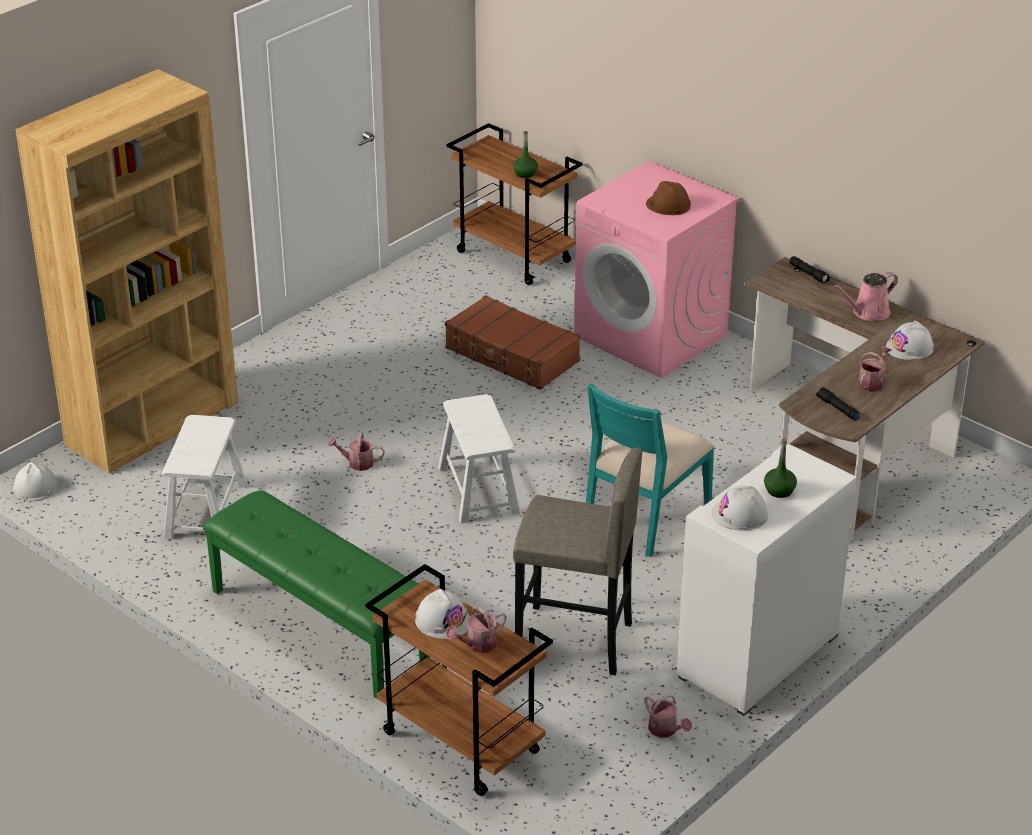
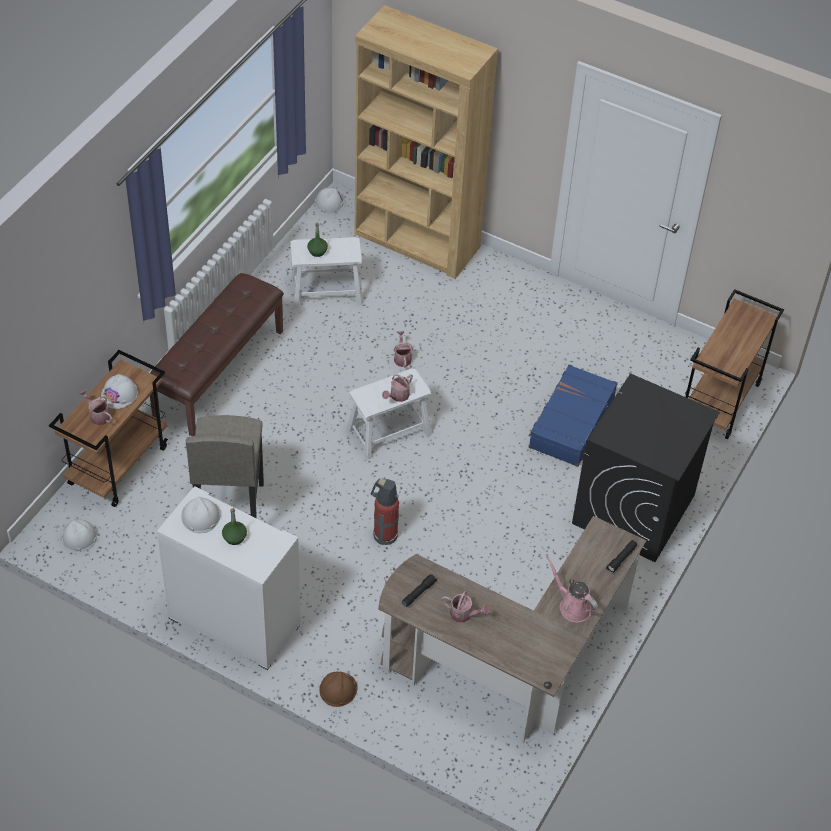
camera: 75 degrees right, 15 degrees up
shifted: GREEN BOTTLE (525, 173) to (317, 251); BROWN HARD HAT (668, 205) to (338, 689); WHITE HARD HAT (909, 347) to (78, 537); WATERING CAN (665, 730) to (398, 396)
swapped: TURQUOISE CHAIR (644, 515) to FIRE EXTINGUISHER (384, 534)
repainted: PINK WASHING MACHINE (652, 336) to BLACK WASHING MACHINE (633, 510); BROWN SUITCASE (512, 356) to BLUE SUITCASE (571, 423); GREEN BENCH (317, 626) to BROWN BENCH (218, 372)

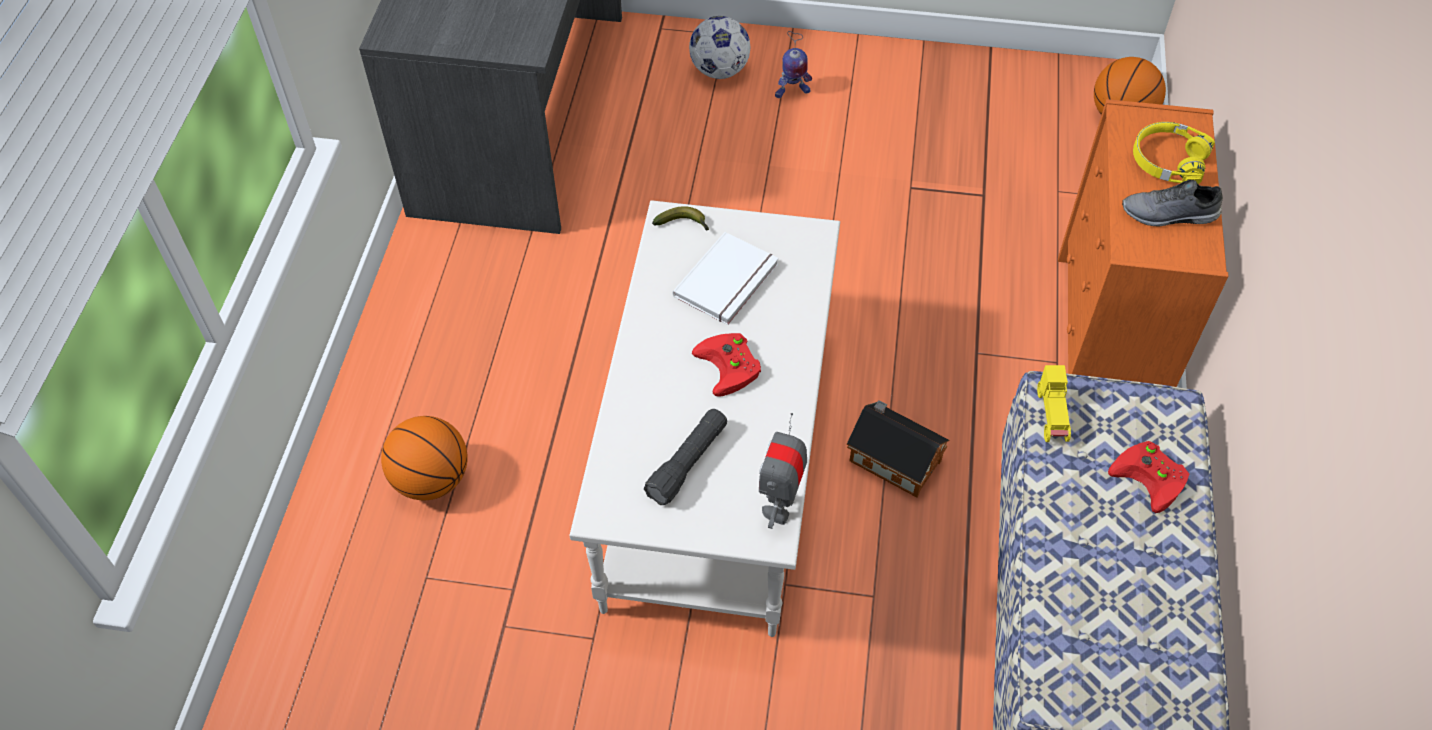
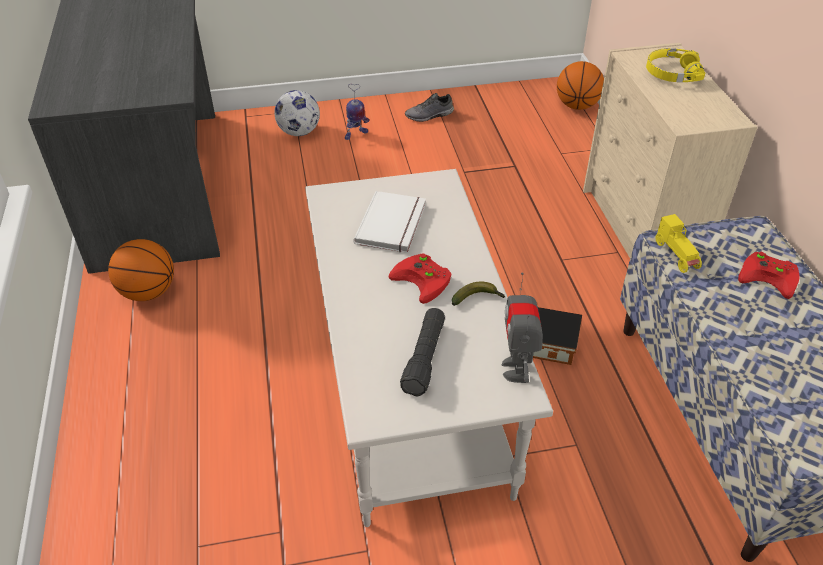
camera: 20 degrees left, 10 degrees down
shifted: GREY SHOE (1169, 215) to (429, 116); BANANA (684, 224) to (478, 298); BASKETBALL (431, 479) to (148, 292)
repainted: ORANGE DRESSER (1105, 340) to BEIGE DRESSER (641, 231)

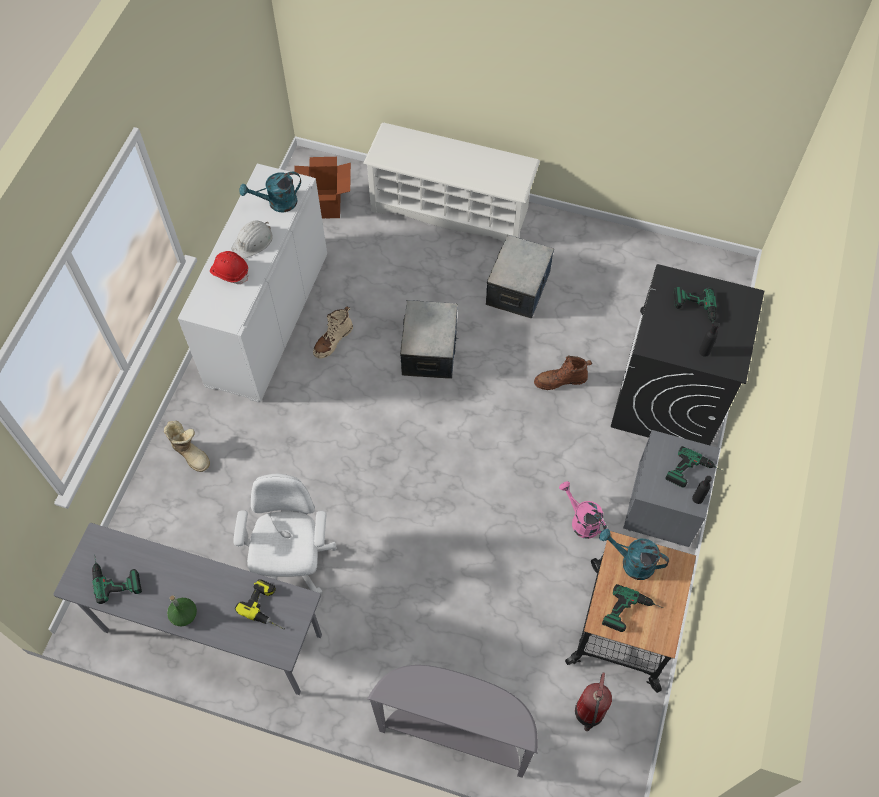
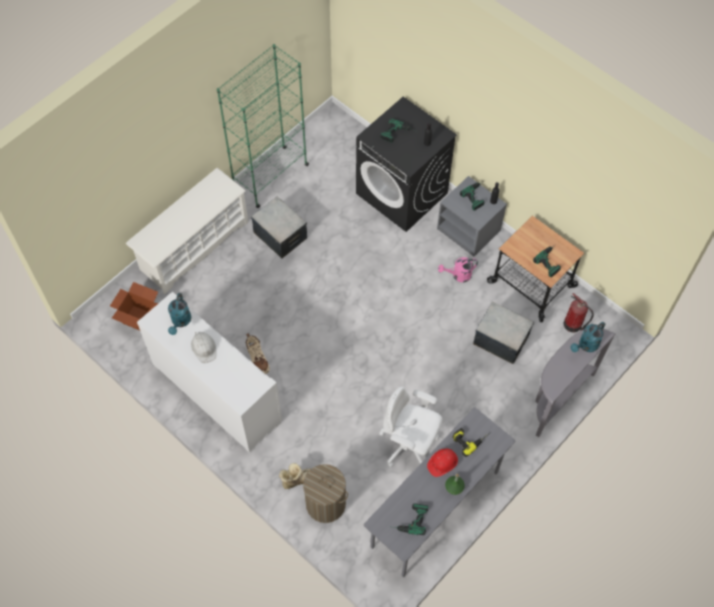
camera: 65 degrees left, 0 degrees up
gone: BROWN BOOT (560, 380)
new: GREEN BOOKCASE (270, 177); LAUNDRY BASKET (325, 503)
shifted: RED HARD HAT (230, 272) to (442, 464); STORAGE BOX (430, 351) to (501, 339); TURQUOISE WATERING CAN (631, 562) to (586, 345)

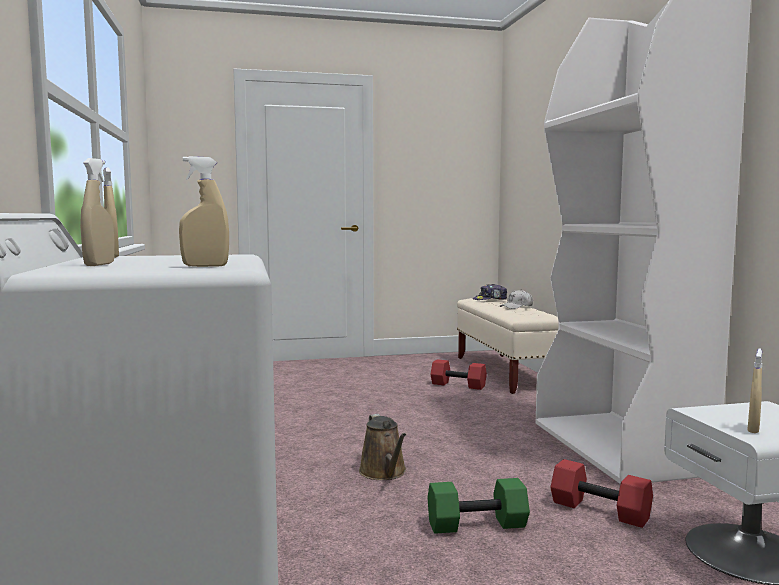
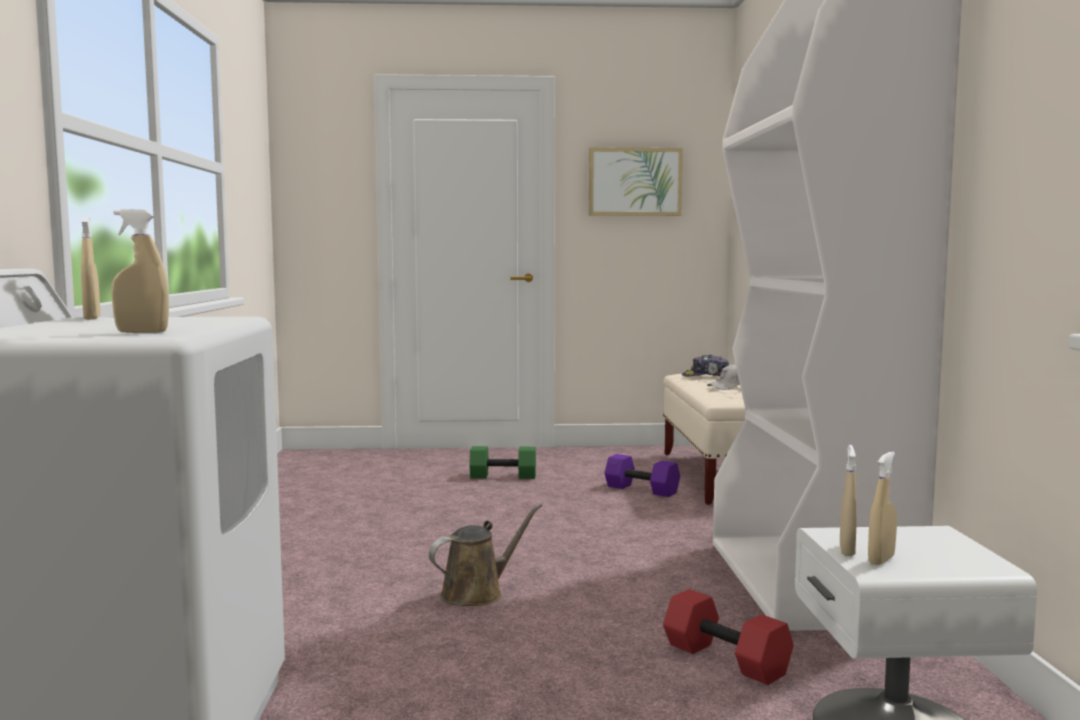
camera: 10 degrees right, 0 degrees up
new: PICTURE (635, 182)
shifted: BEIGE SPRAY BOTTLE (99, 264) to (847, 550); GREEN DUMBBELL (477, 524) to (504, 476)
repainted: RED DUMBBELL (459, 385) to PURPLE DUMBBELL (643, 489)
rotated: BROWN WATERING CAN (384, 472) = (477, 593) 120 degrees counterclockwise

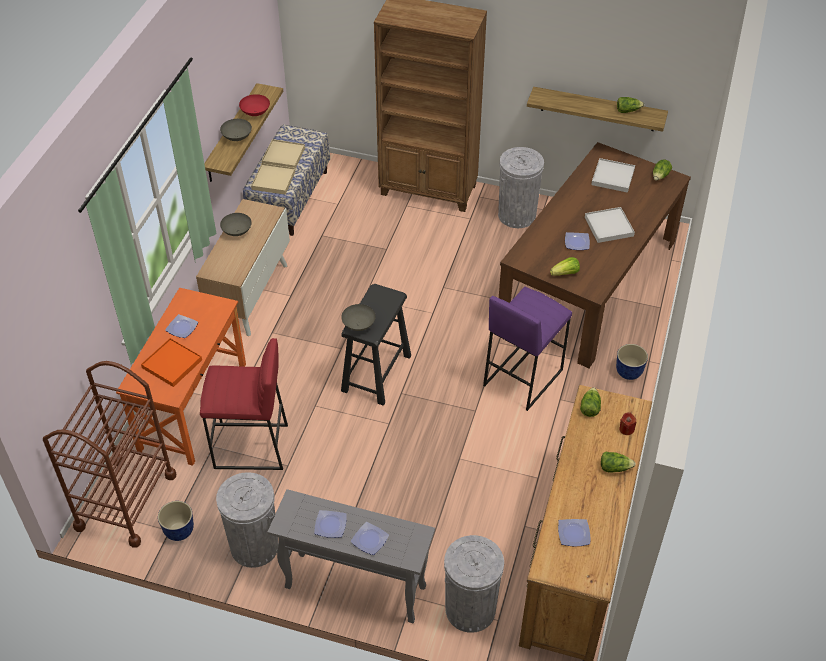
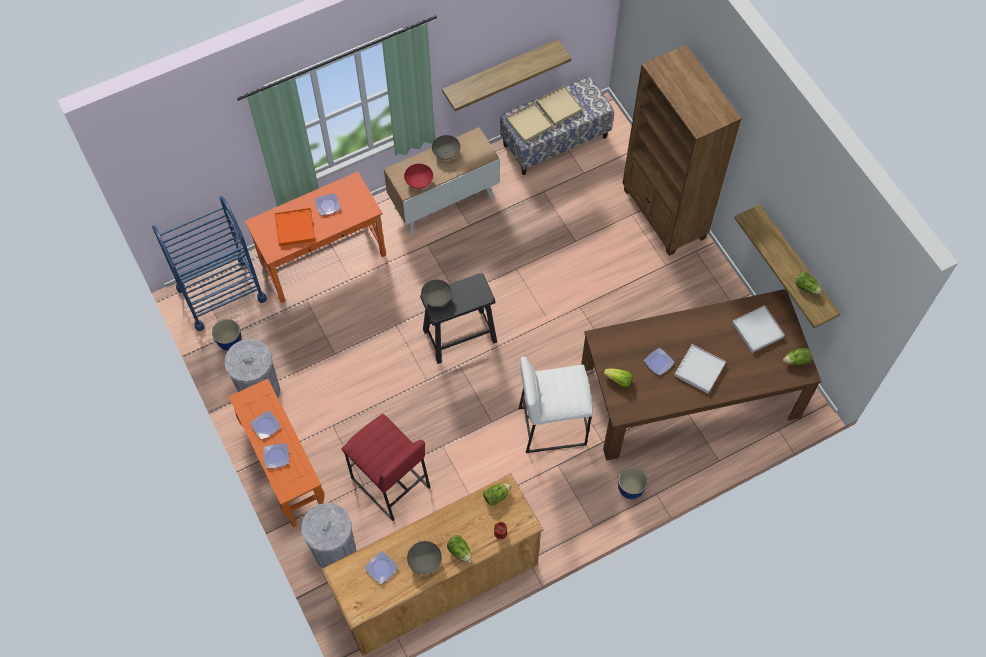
camera: 45 degrees right, 15 degrees up
gone: GREY TRASH CAN (517, 215)
shifted: RED BOWL (255, 113) to (419, 182); GREY BOWL (236, 137) to (424, 561); RED STOOL (251, 447) to (390, 483)
repainted: PURPLE STOOL (522, 377) to WHITE STOOL (552, 425); BROWN CART (126, 501) to BLUE CART (221, 294); GREY CONSOLE TABLE (354, 587) to ORANGE CONSOLE TABLE (286, 472)

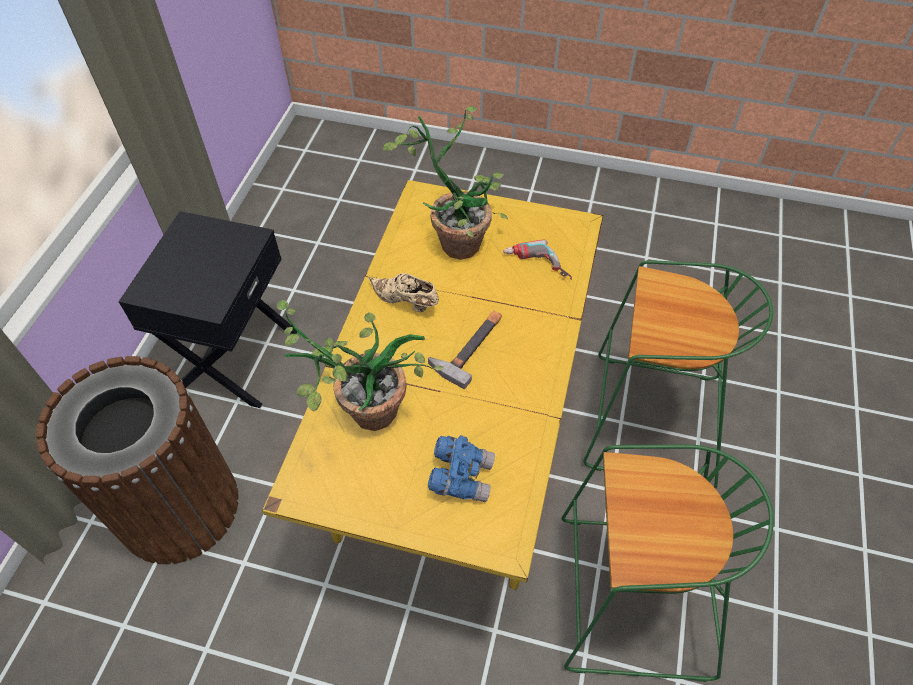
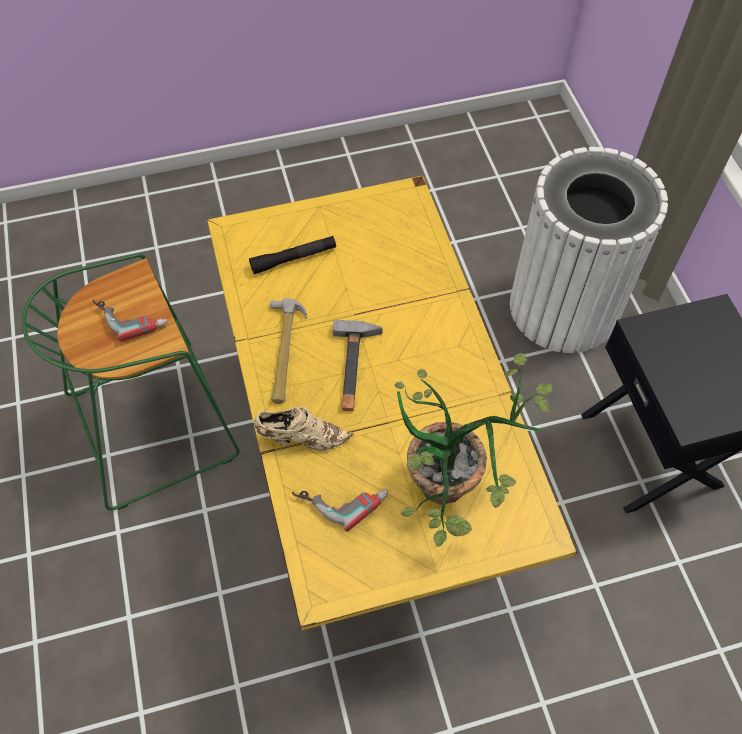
camera: 150 degrees right, 5 degrees up
gone: GREEN STOOL (648, 422); POTTED PLANT (361, 411)
new: HAMMER (284, 352); POWER DRILL (131, 315)
shifted: BEIGE SHOE (406, 302) to (301, 437)
swapped: BLUE BINOCULARS (461, 476) to BLACK FLASHLIGHT (293, 258)
repainted: BROWN TRASH CAN (179, 506) to WHITE TRASH CAN (564, 307)

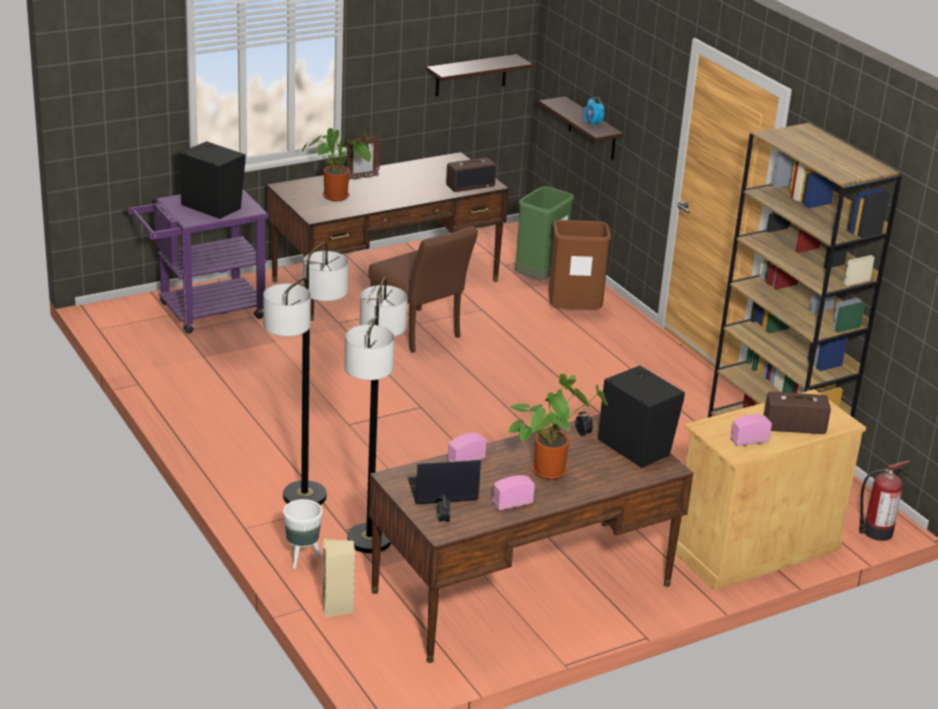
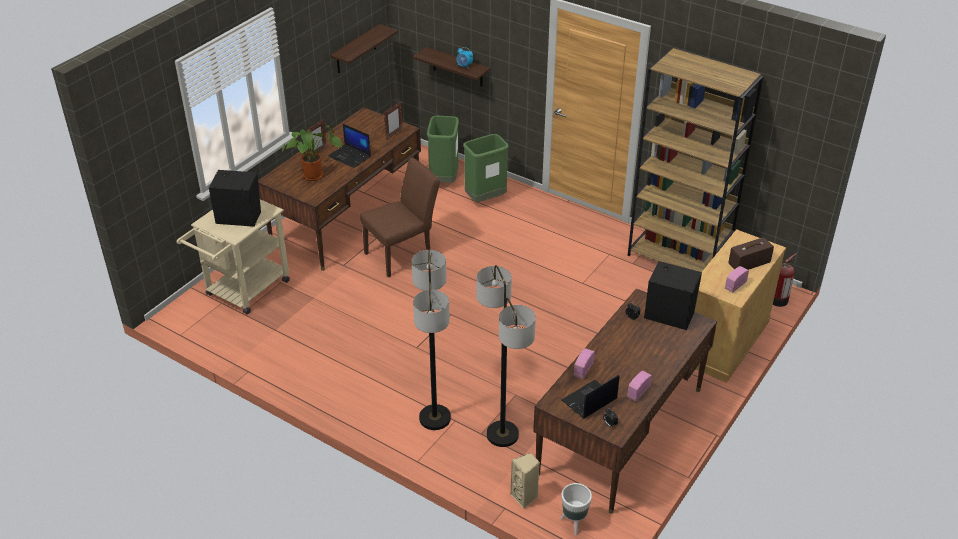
camera: 25 degrees left, 10 degrees up
gone: POTTED PLANT (550, 469)
new: LAPTOP (350, 156)
shifted: WHITE PLANTER (302, 558) to (573, 523)
swapped: RADIO (470, 185) to PICTURE FRAME (394, 134)
repainted: PURPLE CART (202, 312) to BEIGE CART (243, 291); BROWN TRASH CAN (574, 311) to GREEN TRASH CAN (485, 199)
rotated: BROWN CHAIR (419, 333) = (403, 254) 60 degrees counterclockwise

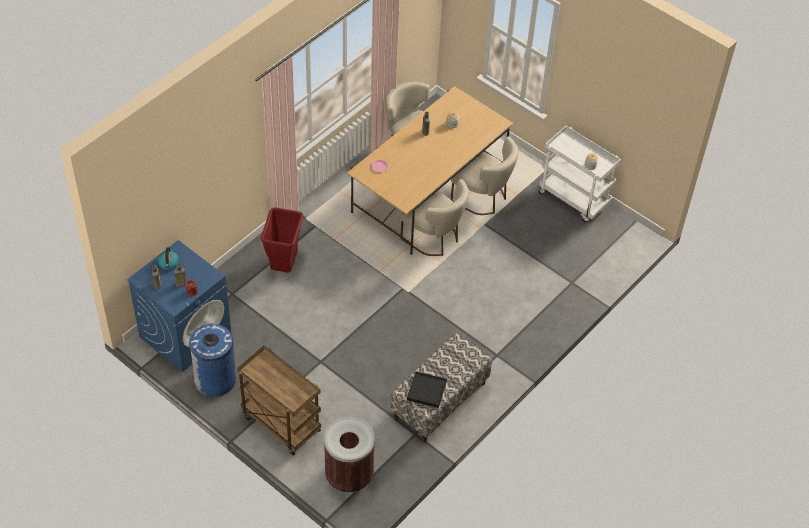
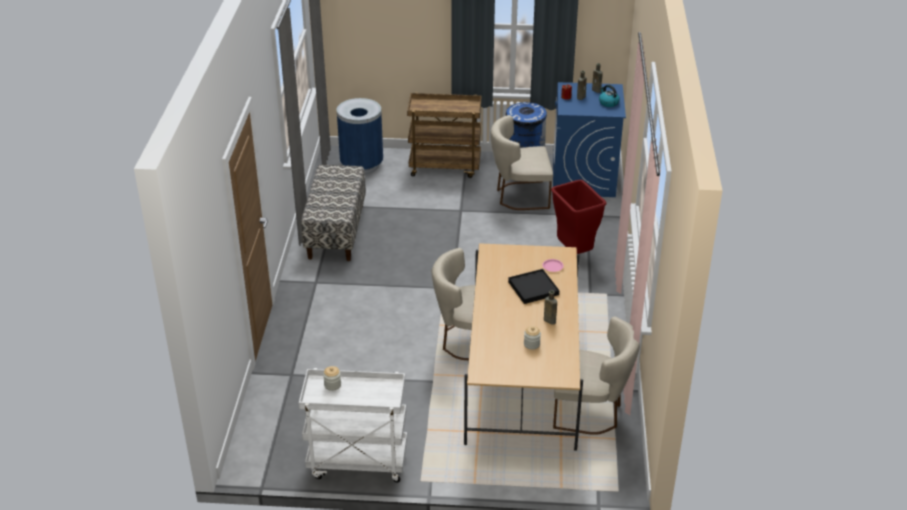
camera: 145 degrees right, 15 degrees down
shifted: BEIGE CHAIR (483, 198) to (519, 196); BLACK TRAY (427, 391) to (533, 288)
repainted: BROWN TRASH CAN (349, 476) to BLUE TRASH CAN (361, 165)

